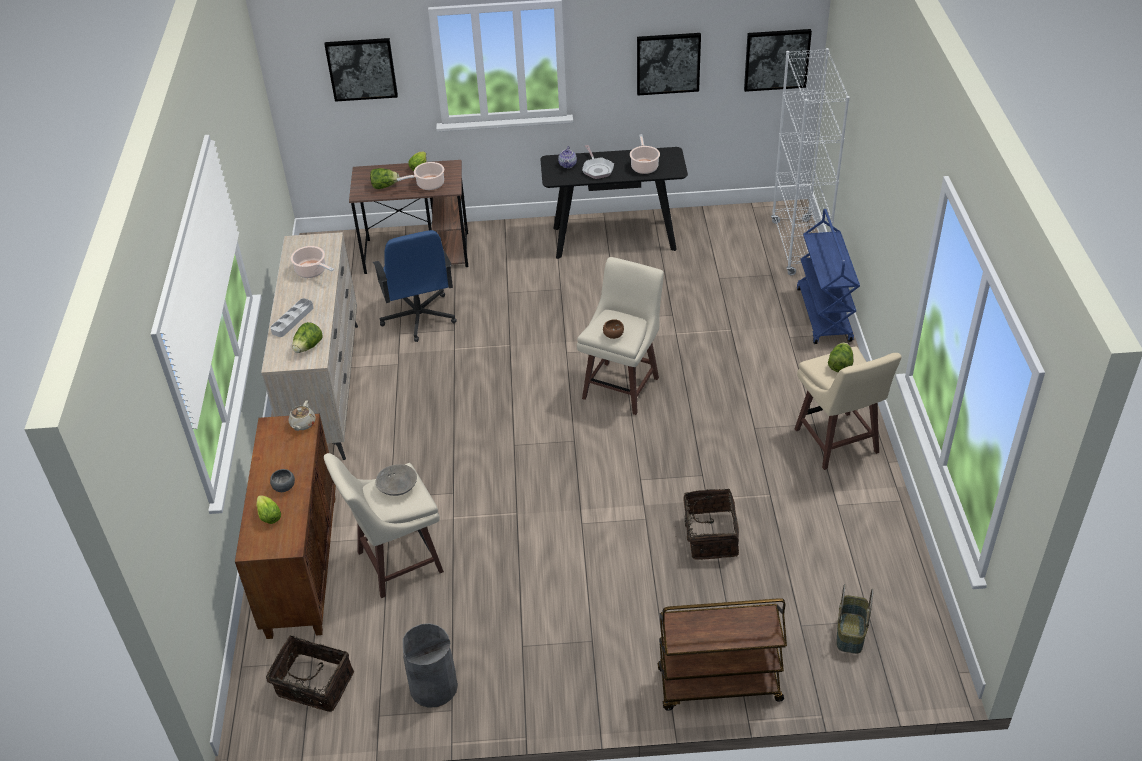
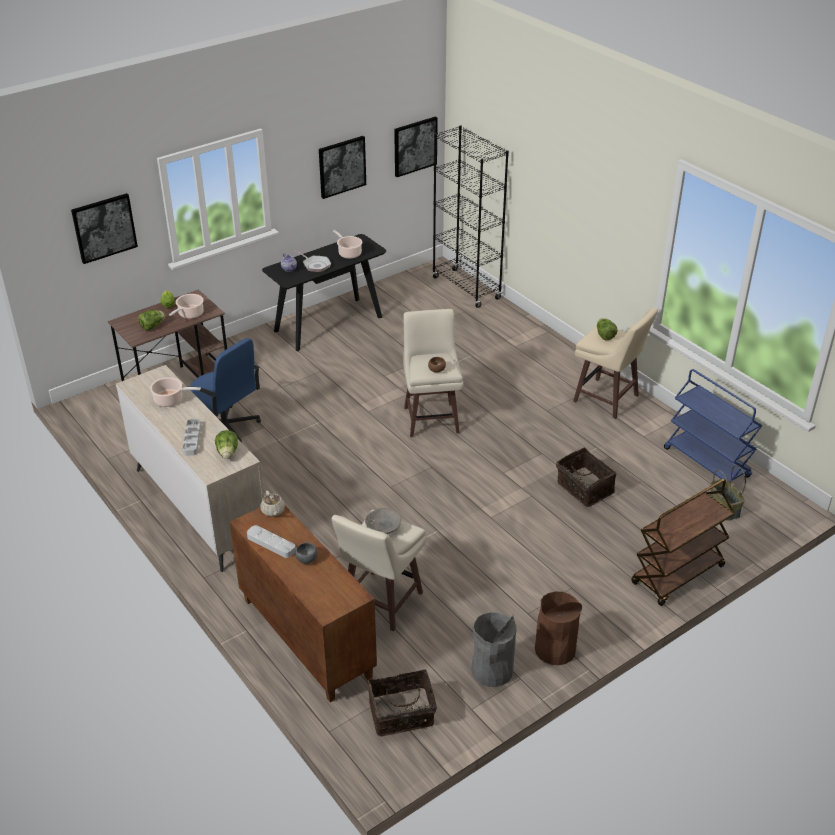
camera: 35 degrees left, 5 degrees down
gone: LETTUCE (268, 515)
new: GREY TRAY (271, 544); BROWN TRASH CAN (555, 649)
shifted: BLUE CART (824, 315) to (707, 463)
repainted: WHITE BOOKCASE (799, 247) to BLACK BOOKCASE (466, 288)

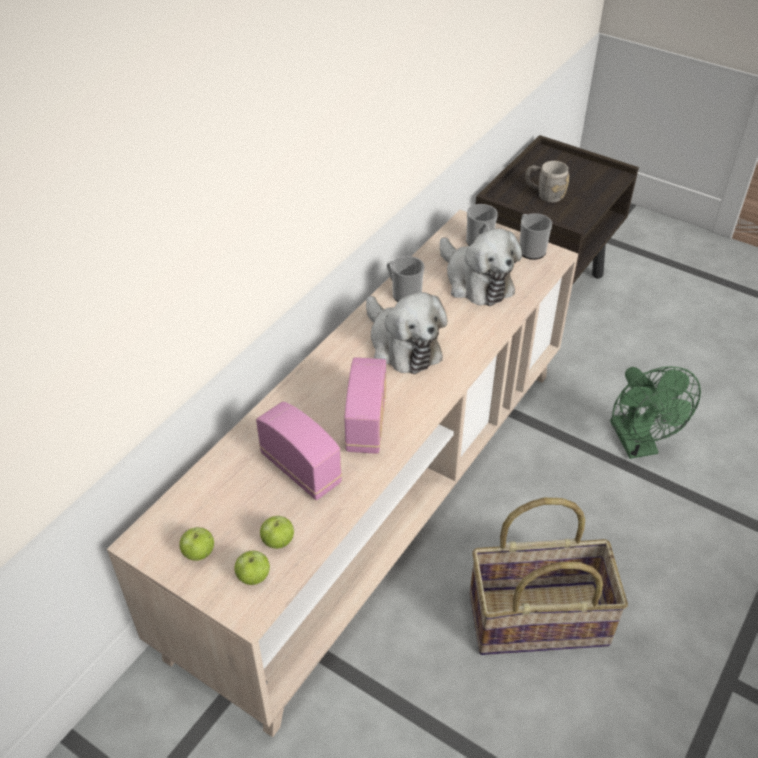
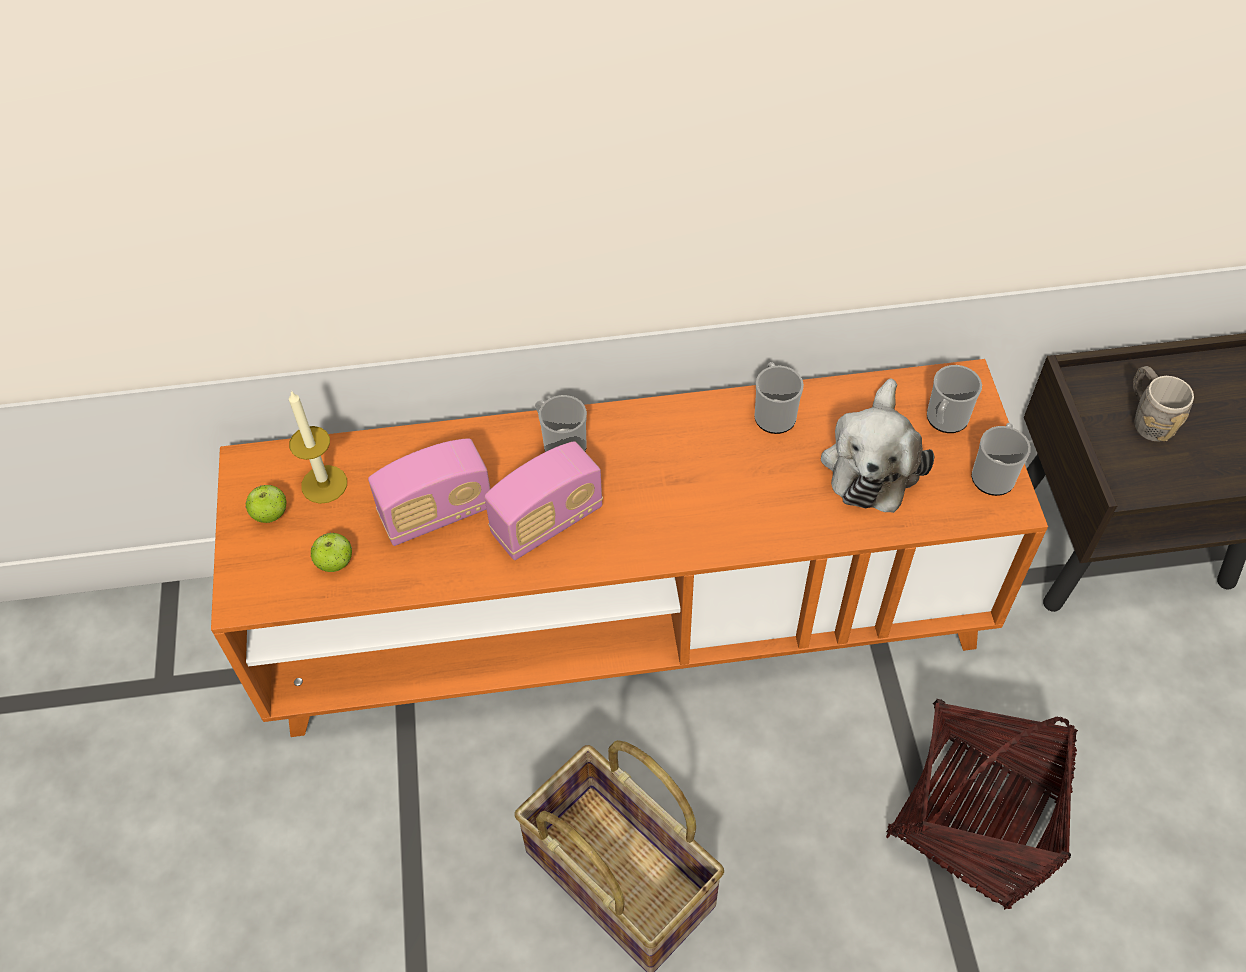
camera: 50 degrees right, 10 degrees up
gone: PLUSH TOY (402, 345); APPLE (253, 577)
new: CANDLE (324, 484); MUG (561, 444)
swapped: GREEN FAN (637, 445) to BASKET (975, 820)
repainted: BEIGE TV STAND (378, 500) to ORANGE TV STAND (626, 618)
rotated: RADIO (301, 469) = (437, 514) 60 degrees clockwise

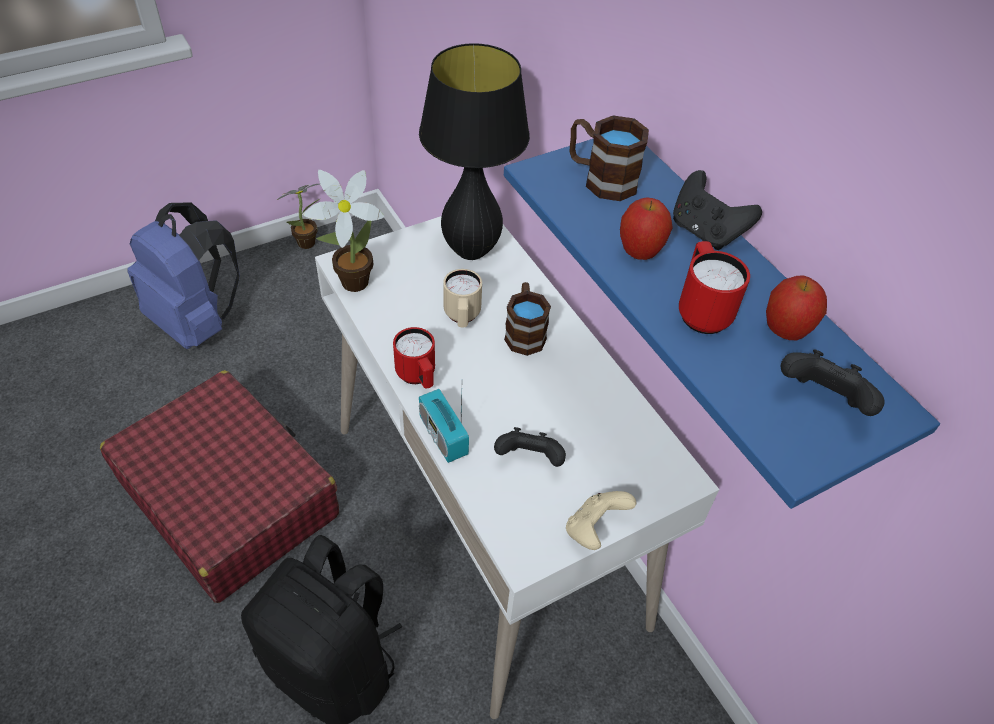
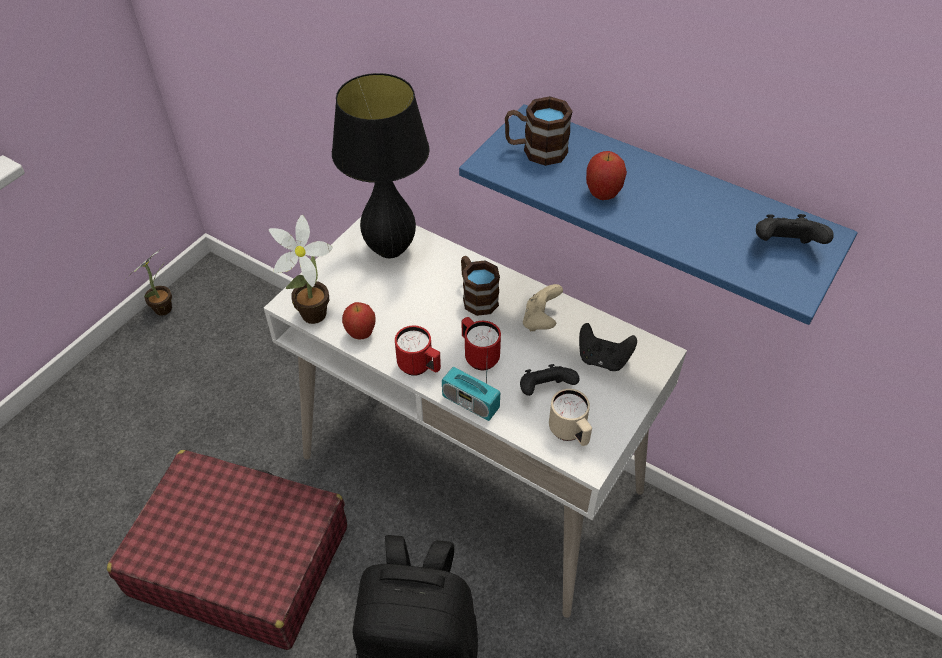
camera: 25 degrees left, 0 degrees up
gone: BLUE BACKPACK (197, 322)
shifted: BLACK GAME CONTROLLER (705, 232) to (603, 359); RED MUG (700, 311) to (478, 356); BEIGE MUG (462, 317) to (570, 433); APPLE (784, 332) to (361, 334); BEIGE GAME CONTROLLER (594, 529) to (541, 320)

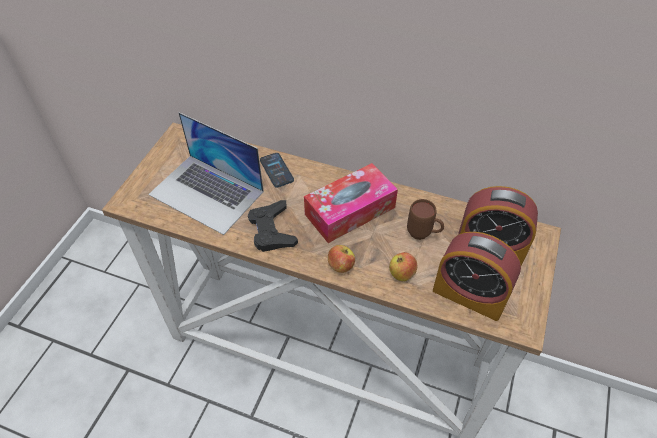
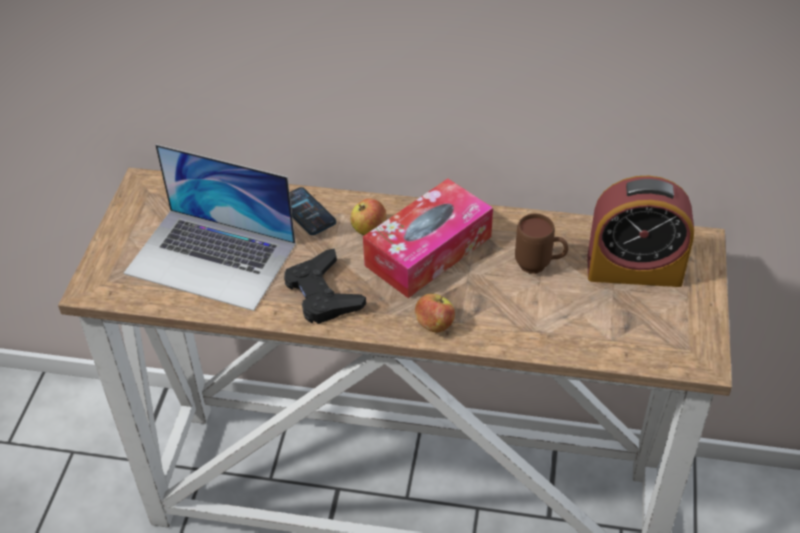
camera: 10 degrees left, 5 degrees down
gone: ALARM CLOCK (469, 295)
shifted: APPLE (401, 274) to (369, 229)

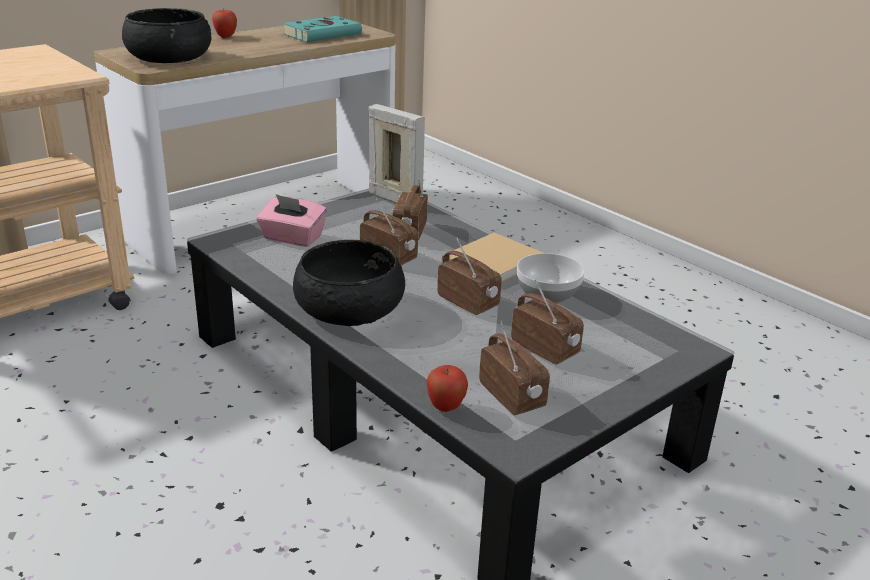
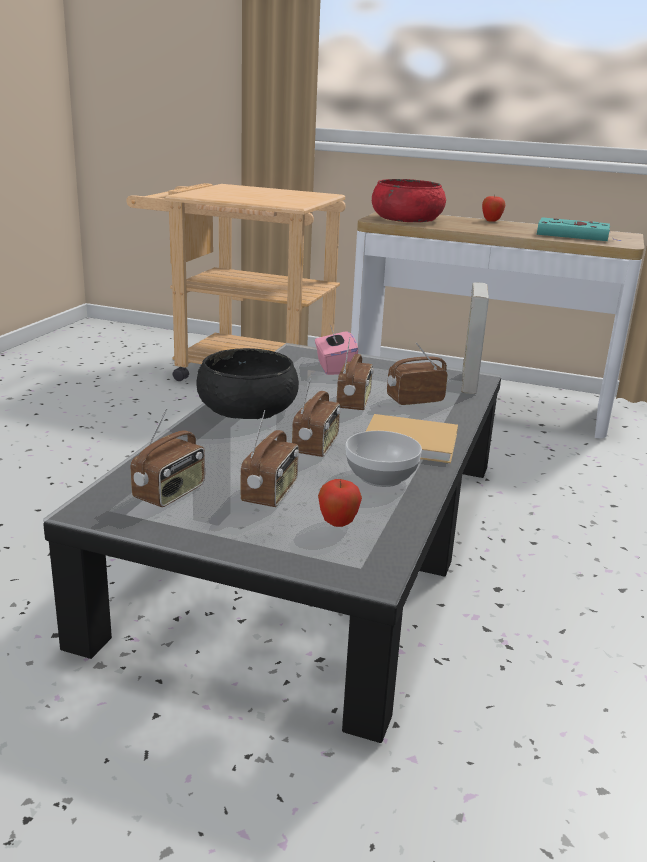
camera: 60 degrees right, 5 degrees down
shifted: APPLE (446, 407) to (338, 524)
repainted: BLACK BOWL (169, 57) to RED BOWL (406, 219)

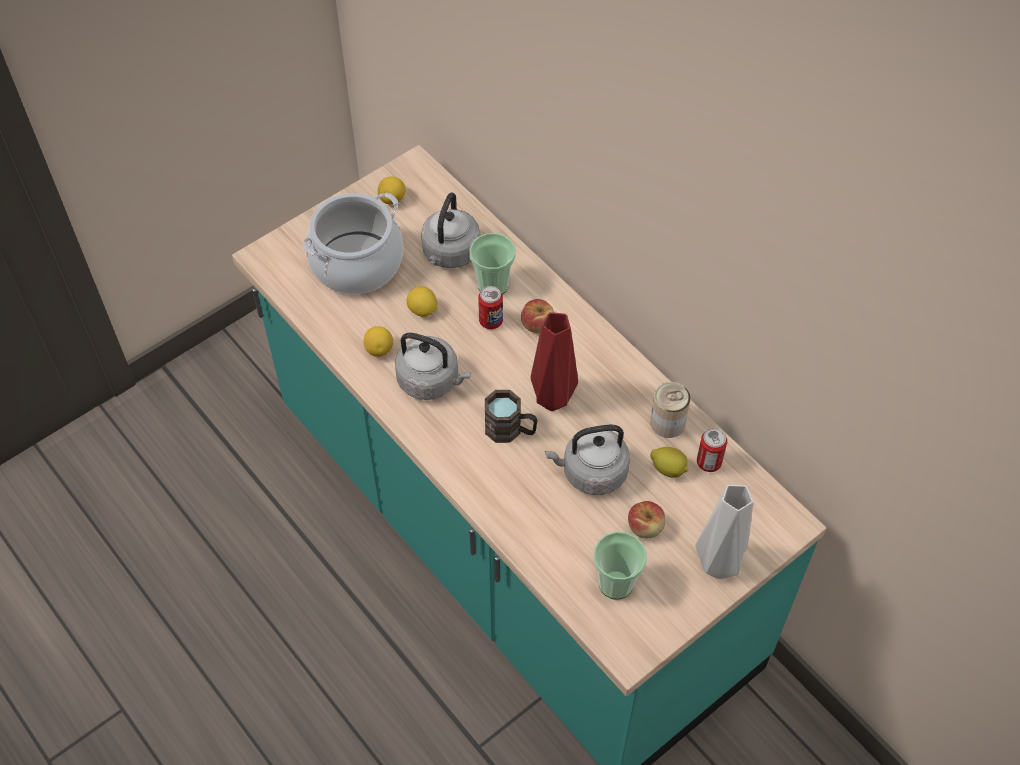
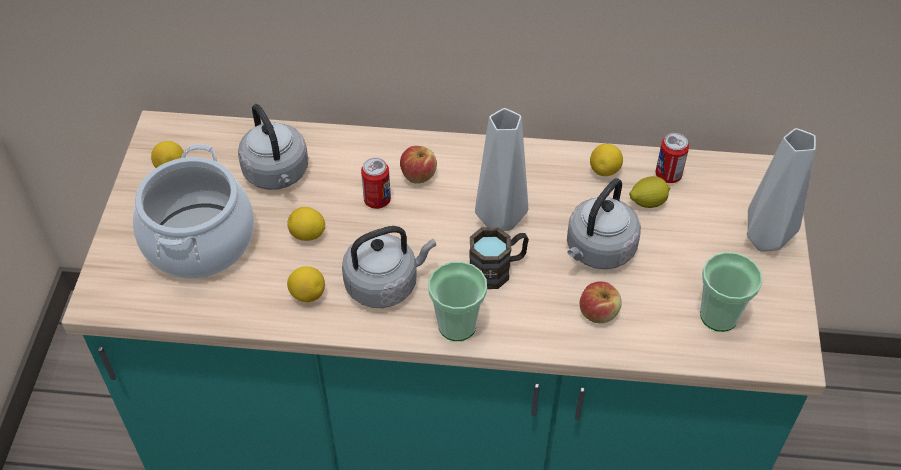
camera: 45 degrees left, 5 degrees down
shifted: CUP (493, 285) to (457, 325); APPLE (645, 527) to (598, 312)
swapped: CAN (667, 422) to LEMON (605, 170)
repainted: RED VASE (551, 397) to GREY VASE (497, 220)

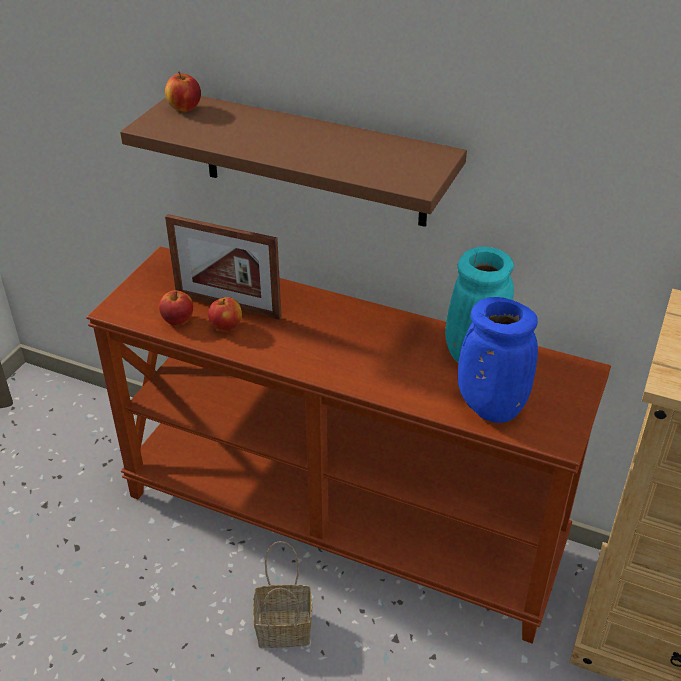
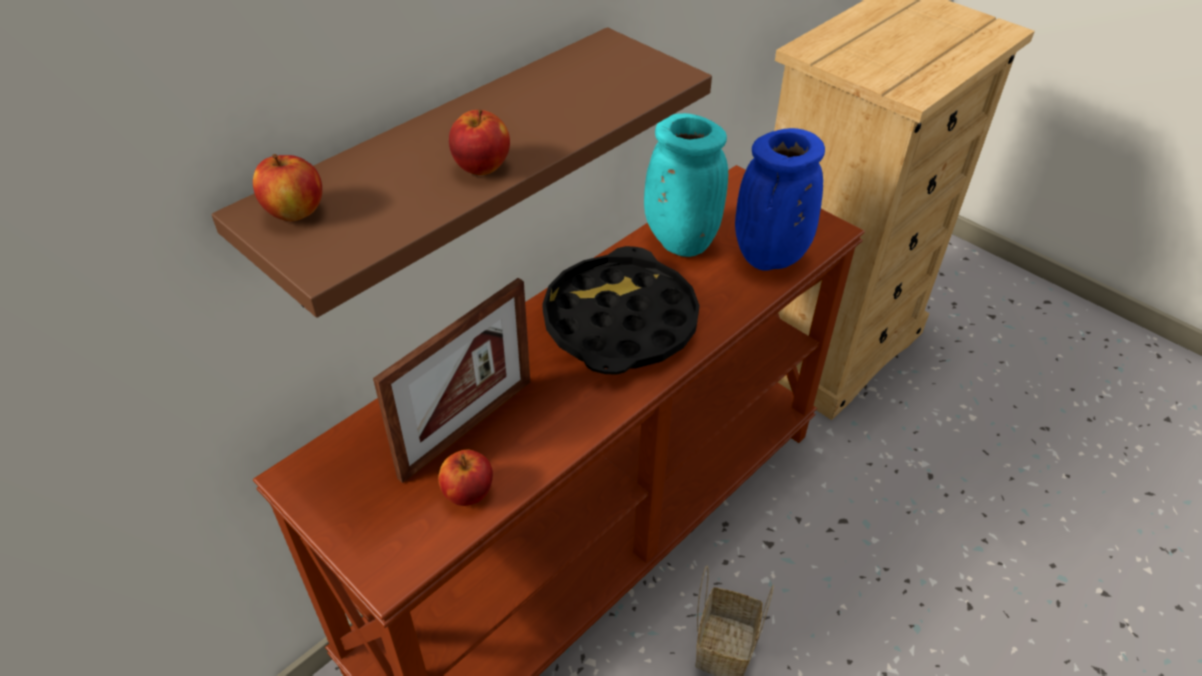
camera: 70 degrees left, 5 degrees up
new: BLACK TRAY (620, 322)
shifted: APPLE (226, 327) to (481, 167)

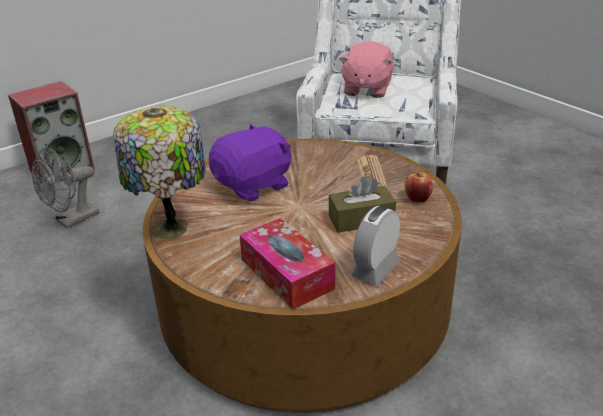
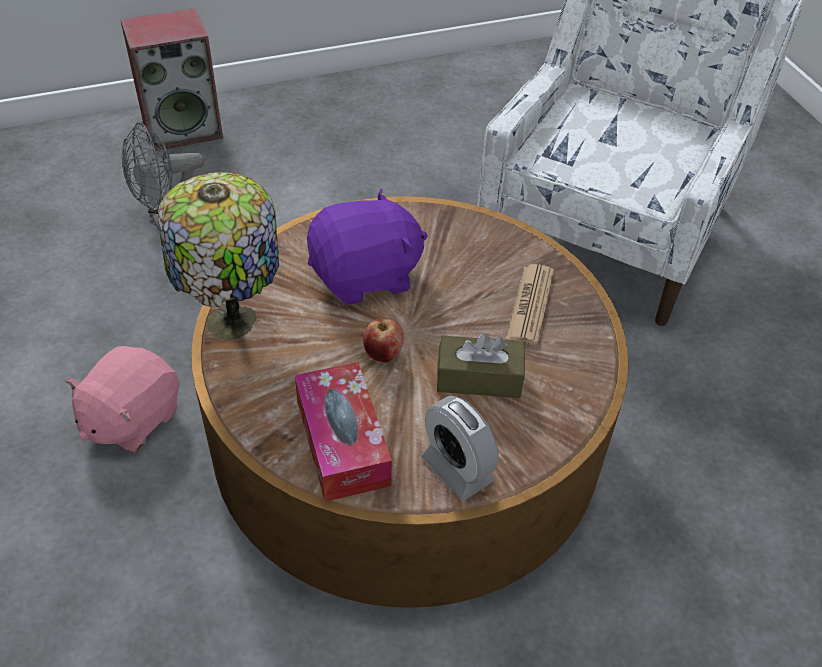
camera: 15 degrees right, 15 degrees up
shifted: PINK PLUSH TOY (366, 89) to (131, 418); APPLE (418, 199) to (383, 354)
rotated: ALARM CLOCK (375, 269) = (457, 469) 90 degrees counterclockwise

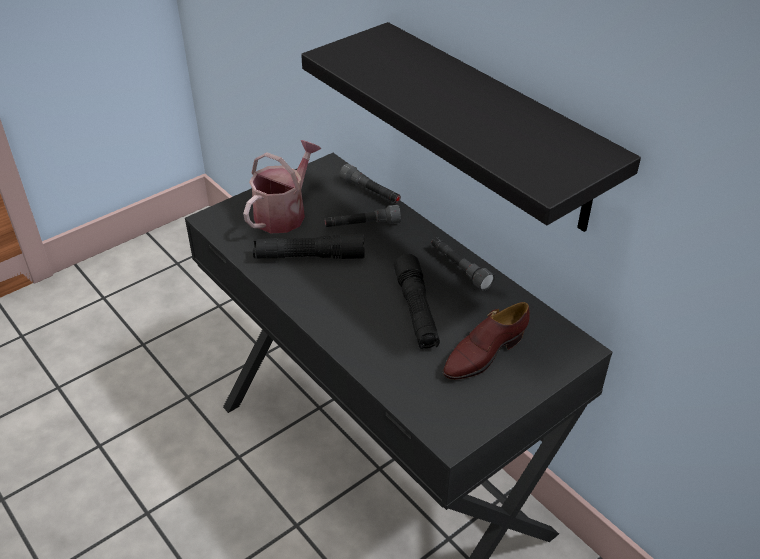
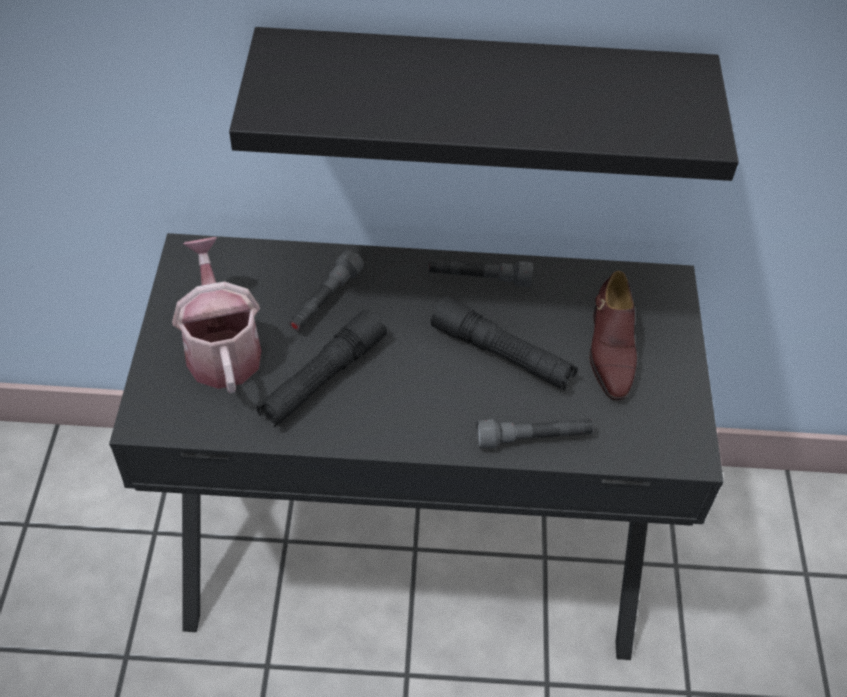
camera: 50 degrees left, 10 degrees up
shifted: GREY FLASHLIGHT (371, 192) to (533, 438)

